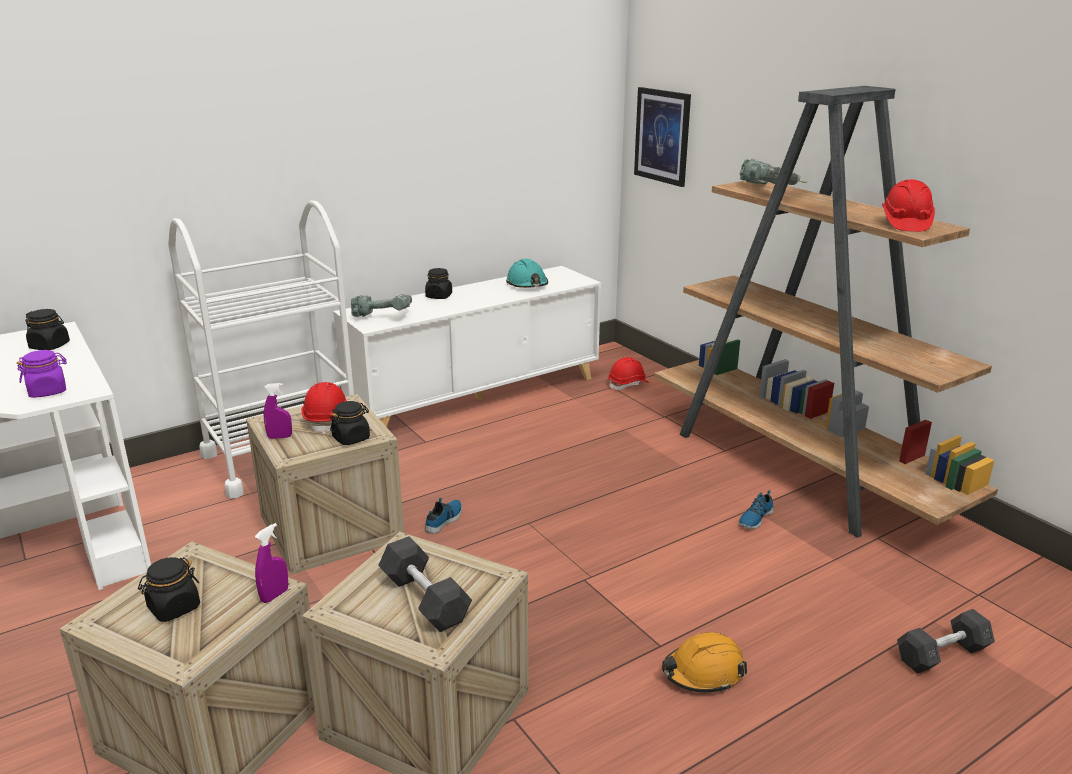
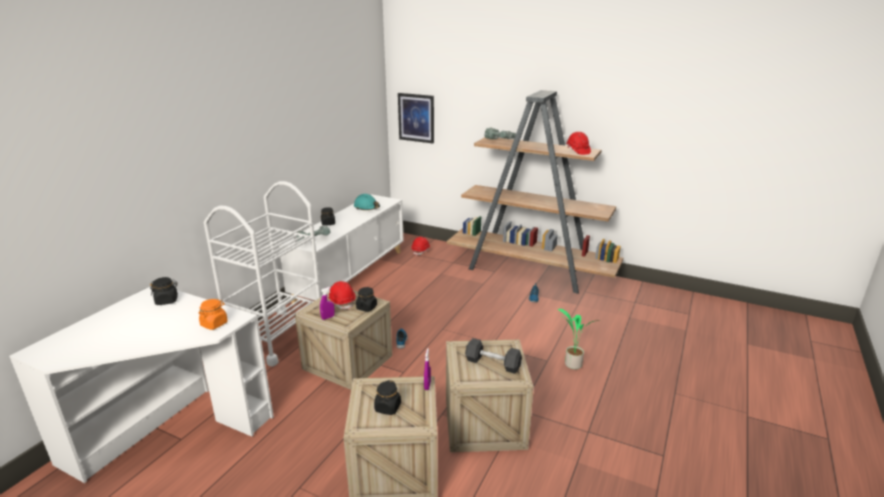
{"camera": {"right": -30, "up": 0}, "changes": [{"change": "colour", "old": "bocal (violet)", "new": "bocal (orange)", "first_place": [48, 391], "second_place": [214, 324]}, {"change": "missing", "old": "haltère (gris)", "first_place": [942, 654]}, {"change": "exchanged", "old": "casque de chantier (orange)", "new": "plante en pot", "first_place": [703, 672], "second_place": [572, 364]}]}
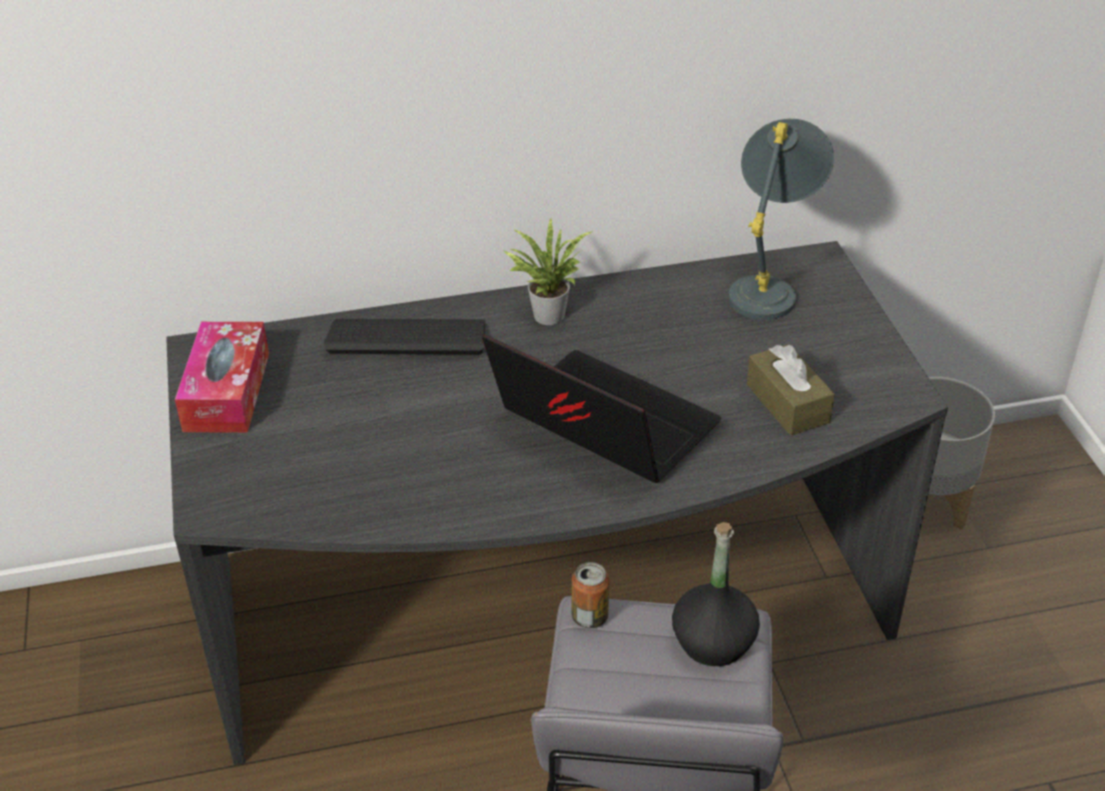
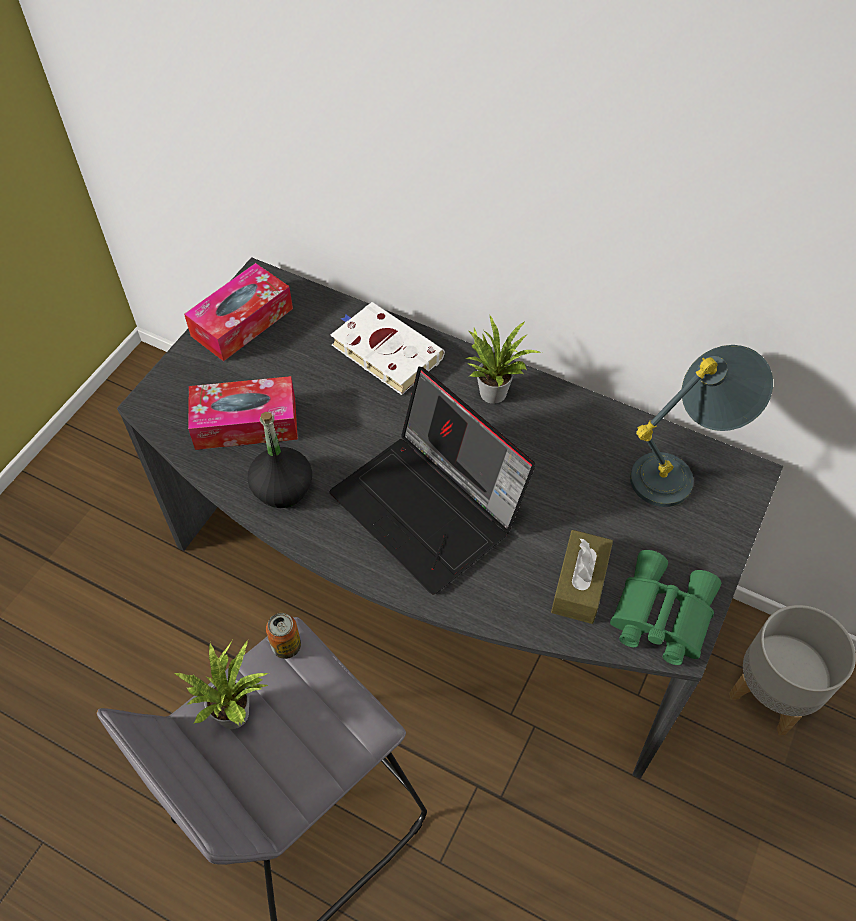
{"camera": {"right": 40, "up": 15}, "changes": [{"change": "exchanged", "old": "clavier", "new": "livre (blanc)", "first_place": [407, 338], "second_place": [384, 351]}, {"change": "spun", "old": "ordinateur portable", "first_place": [600, 426], "second_place": [430, 508], "degrees": 150}, {"change": "relocated", "old": "bouteille (noir)", "first_place": [713, 642], "second_place": [282, 488]}, {"change": "appeared", "new": "boîte à mouchoirs", "second_place": [246, 423]}, {"change": "appeared", "new": "jumelles (vert)", "second_place": [659, 615]}, {"change": "appeared", "new": "plante en pot", "second_place": [237, 710]}]}
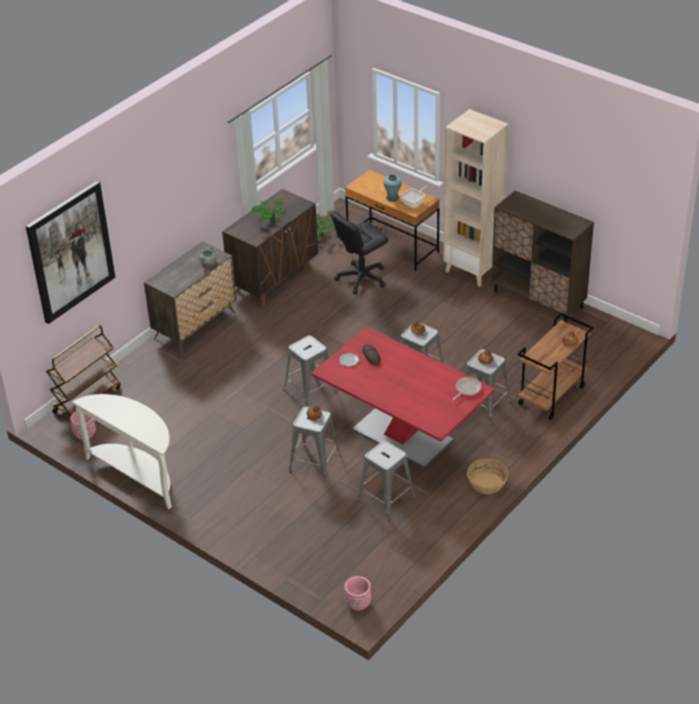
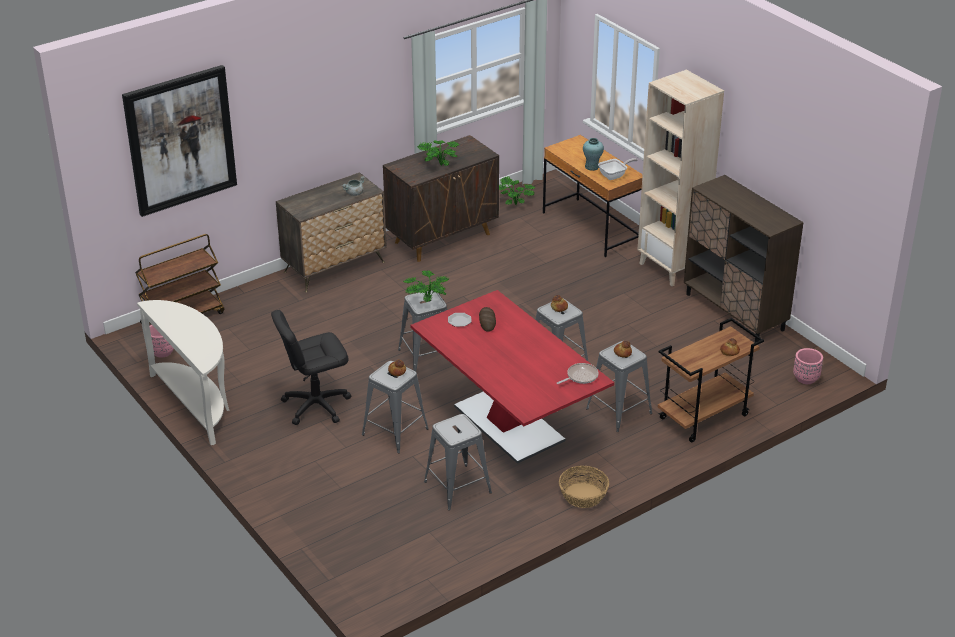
{"camera": {"right": 15, "up": -5}, "changes": [{"change": "relocated", "old": "chaise de bureau (noir)", "first_place": [361, 278], "second_place": [316, 405]}, {"change": "relocated", "old": "cache-pot (rose)", "first_place": [358, 604], "second_place": [805, 378]}, {"change": "appeared", "new": "plante en pot", "second_place": [426, 301]}]}
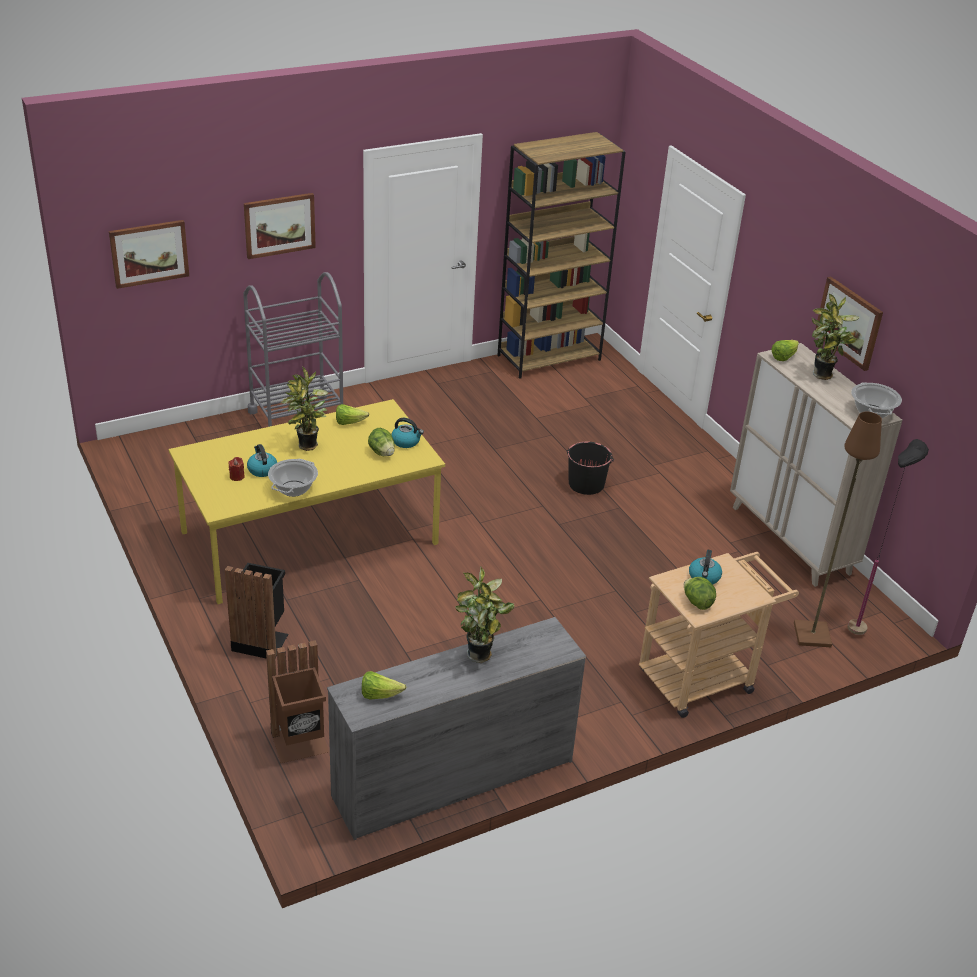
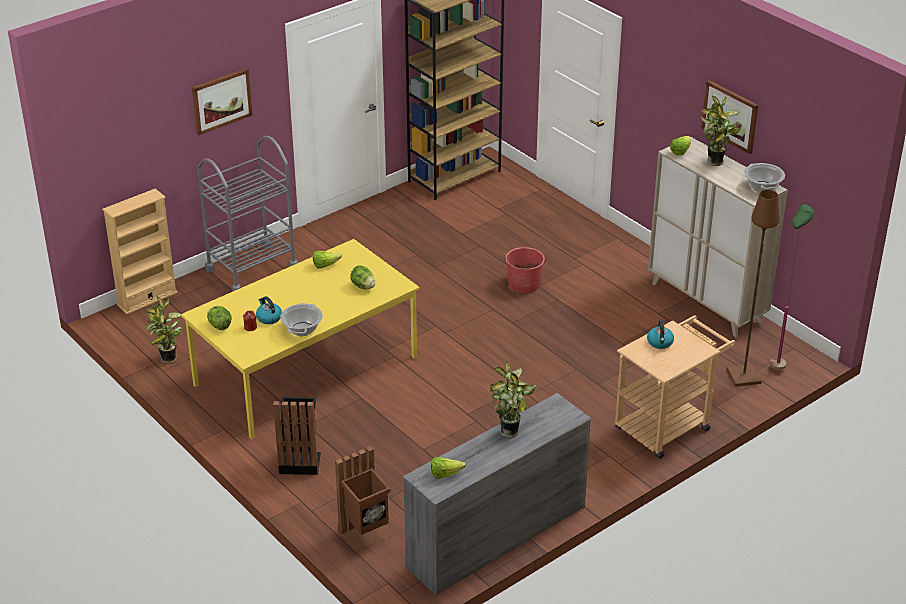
{"camera": {"right": -10, "up": 0}, "changes": [{"change": "missing", "old": "tableau", "first_place": [149, 253]}, {"change": "relocated", "old": "plante en pot", "first_place": [307, 447], "second_place": [168, 360]}, {"change": "missing", "old": "bouilloire", "first_place": [406, 441]}, {"change": "colour", "old": "lampadaire (noir)", "new": "lampadaire (vert)", "first_place": [861, 623], "second_place": [780, 360]}, {"change": "colour", "old": "seau (noir)", "new": "seau (rouge)", "first_place": [586, 484], "second_place": [524, 284]}, {"change": "relocated", "old": "laitue", "first_place": [697, 602], "second_place": [219, 326]}, {"change": "appeared", "new": "bibliothèque (beige)", "second_place": [147, 299]}]}
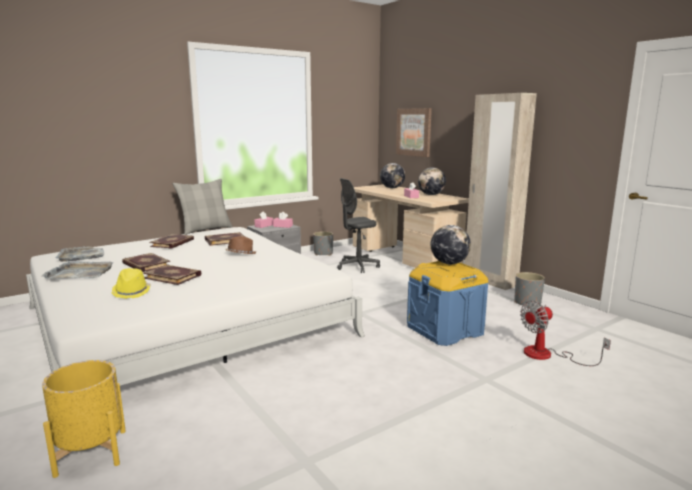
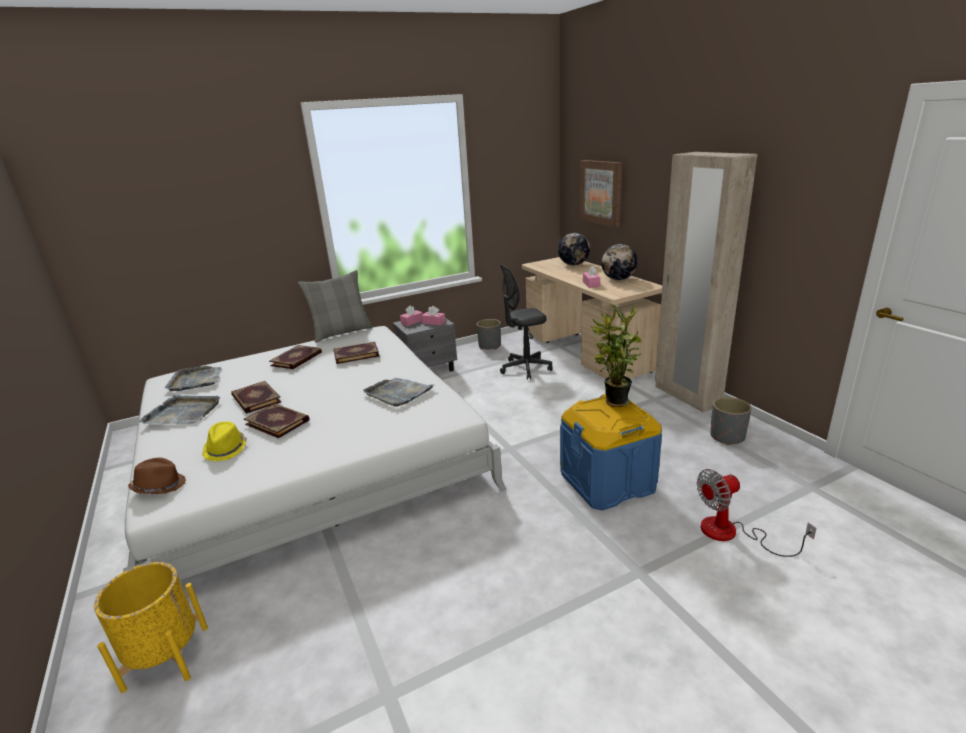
{"camera": {"right": 10, "up": 10}, "changes": [{"change": "exchanged", "old": "globe", "new": "plante en pot", "first_place": [449, 263], "second_place": [614, 402]}, {"change": "relocated", "old": "chapeau (marron)", "first_place": [240, 254], "second_place": [160, 486]}, {"change": "appeared", "new": "plateau (gris)", "second_place": [398, 393]}]}
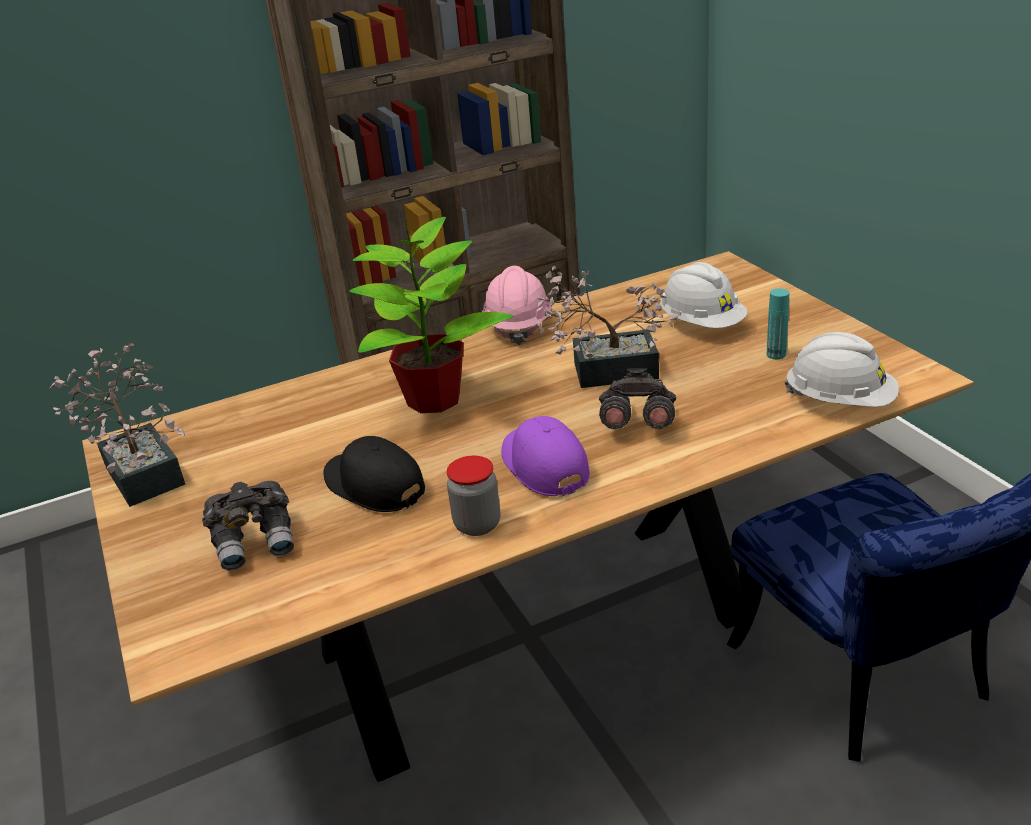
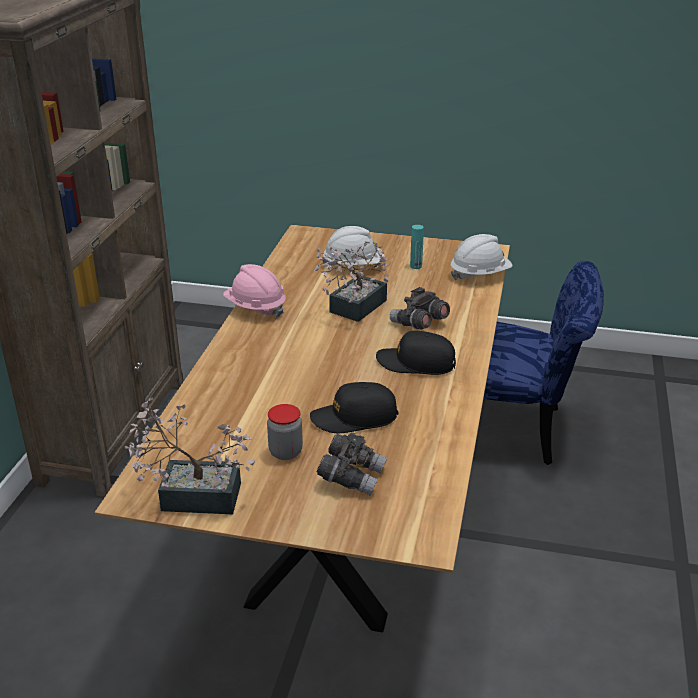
{"camera": {"right": -55, "up": 0}, "changes": [{"change": "missing", "old": "plante en pot", "first_place": [435, 398]}, {"change": "colour", "old": "casquette (violet)", "new": "casquette (noir)", "first_place": [543, 465], "second_place": [416, 363]}, {"change": "relocated", "old": "bocal", "first_place": [477, 524], "second_place": [285, 452]}]}
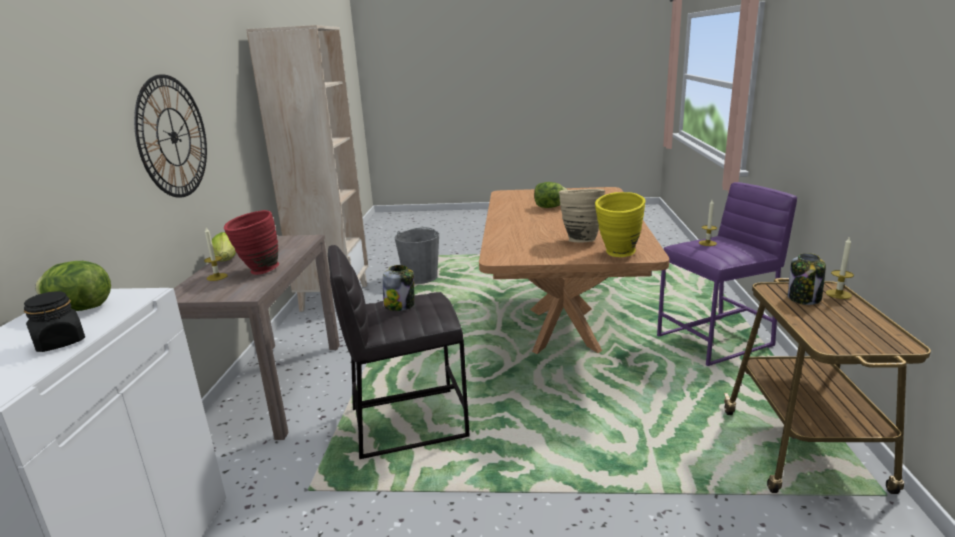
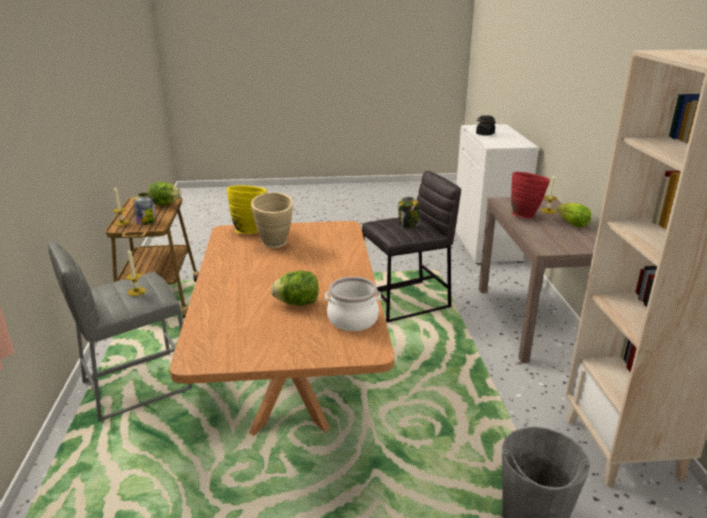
{"camera": {"right": 170, "up": 5}, "changes": [{"change": "missing", "old": "horloge murale", "first_place": [173, 137]}, {"change": "colour", "old": "tabouret (violet)", "new": "tabouret (gris)", "first_place": [716, 341], "second_place": [135, 385]}, {"change": "relocated", "old": "laitue", "first_place": [80, 308], "second_place": [165, 204]}, {"change": "appeared", "new": "marmite", "second_place": [352, 319]}]}
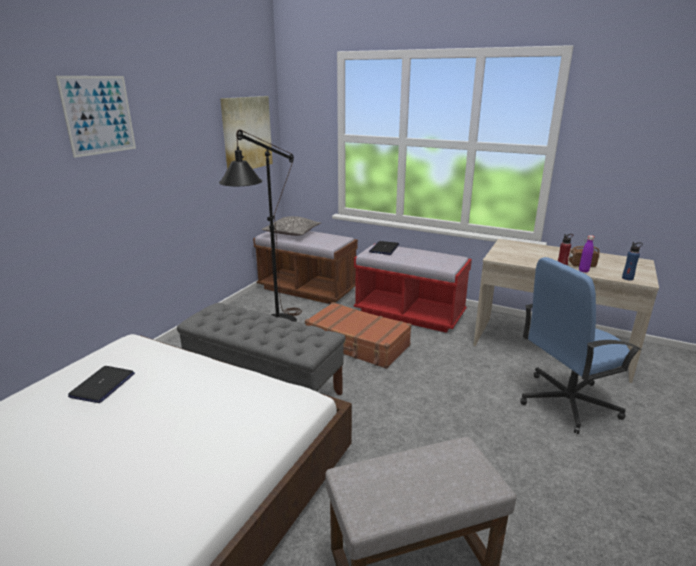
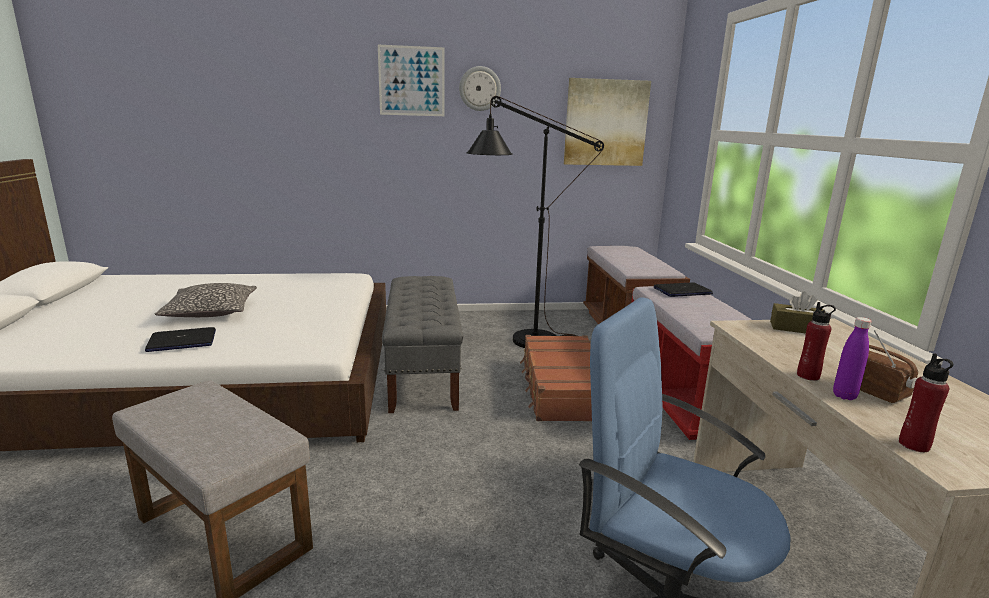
{"camera": {"right": 55, "up": -5}, "changes": [{"change": "relocated", "old": "coussin", "first_place": [292, 233], "second_place": [211, 312]}, {"change": "colour", "old": "bouteille (bleu)", "new": "bouteille (rouge)", "first_place": [627, 278], "second_place": [914, 445]}, {"change": "relocated", "old": "ordinateur portable", "first_place": [102, 385], "second_place": [181, 341]}, {"change": "appeared", "new": "horloge murale", "second_place": [480, 88]}, {"change": "appeared", "new": "boîte à mouchoirs (marron)", "second_place": [796, 328]}]}
